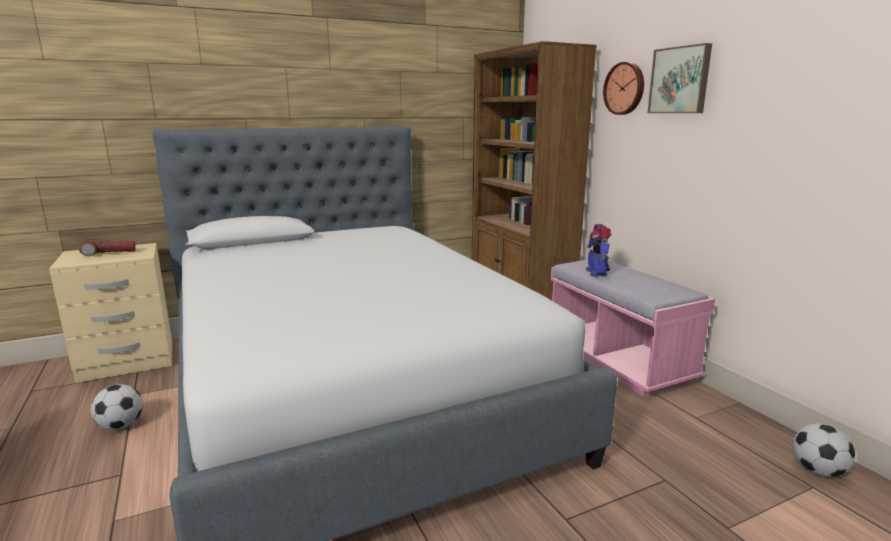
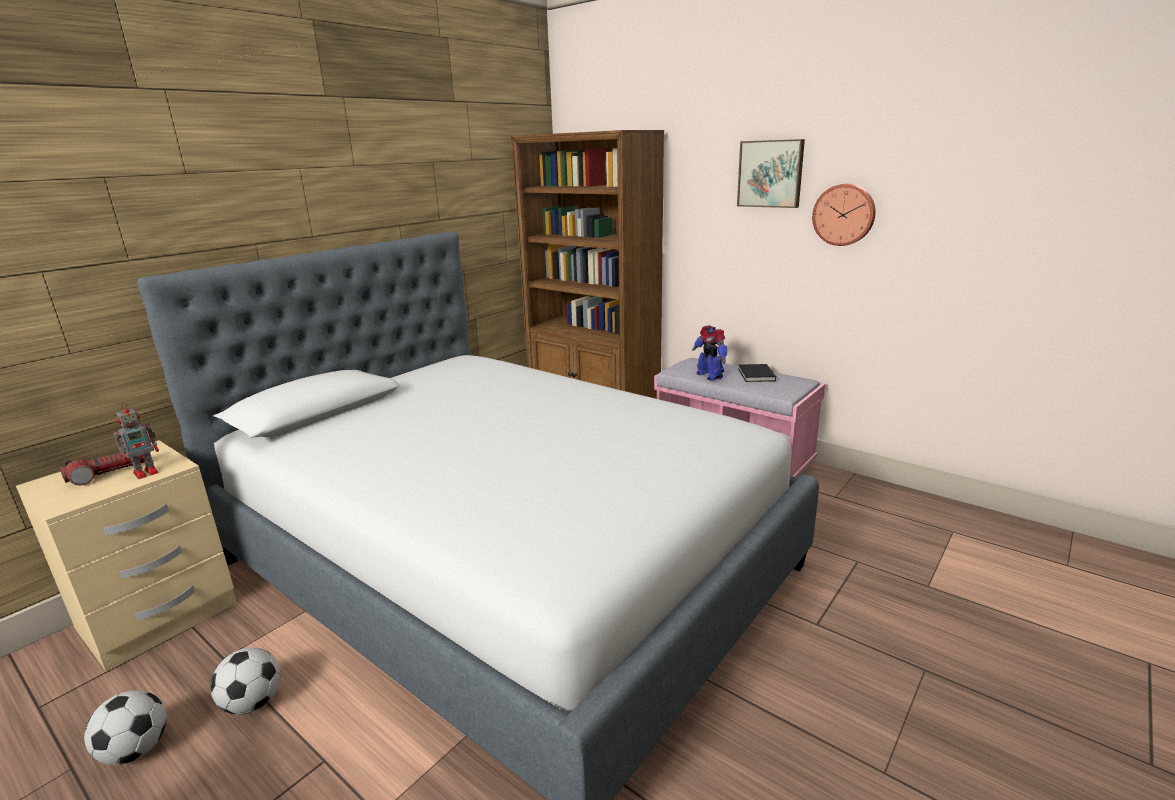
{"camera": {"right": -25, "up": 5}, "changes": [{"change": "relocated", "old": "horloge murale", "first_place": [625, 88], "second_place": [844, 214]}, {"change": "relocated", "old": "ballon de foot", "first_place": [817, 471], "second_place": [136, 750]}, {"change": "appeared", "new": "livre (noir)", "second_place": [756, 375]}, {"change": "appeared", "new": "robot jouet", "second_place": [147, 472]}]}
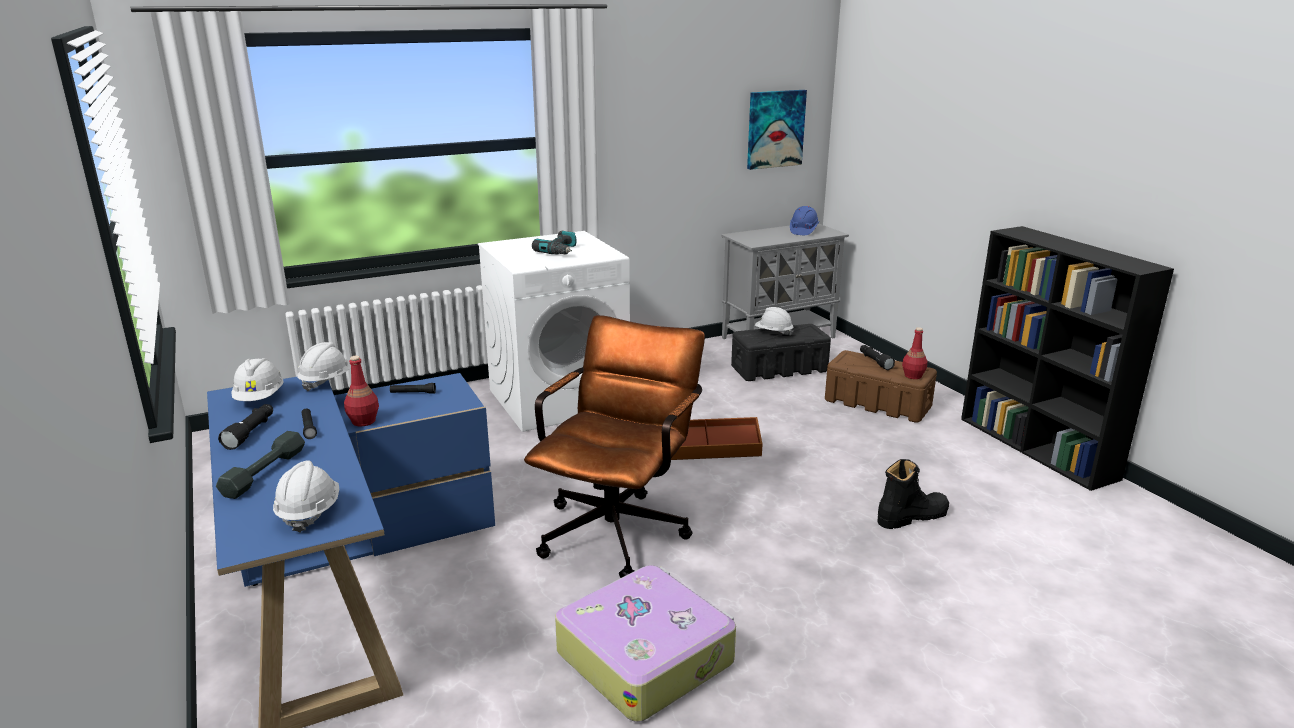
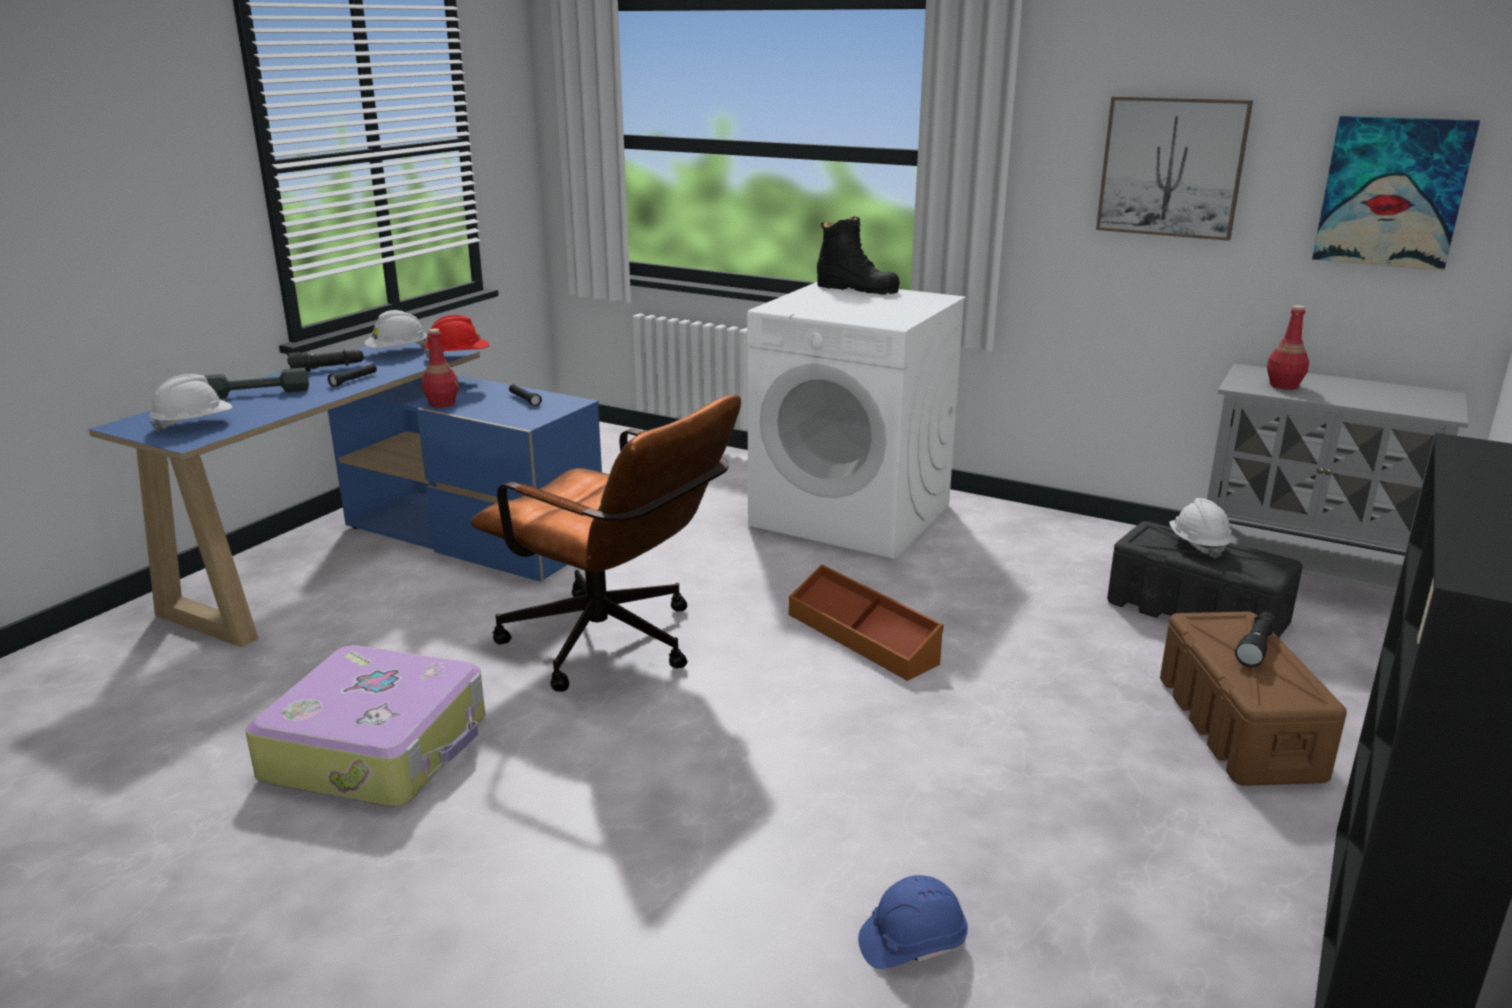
{"camera": {"right": 55, "up": 0}, "changes": [{"change": "relocated", "old": "casque de chantier (bleu)", "first_place": [803, 231], "second_place": [912, 943]}, {"change": "missing", "old": "perceuse", "first_place": [560, 251]}, {"change": "spun", "old": "chaise de bureau (marron)", "first_place": [619, 527], "second_place": [615, 646], "degrees": 45}, {"change": "relocated", "old": "bouteille (rouge)", "first_place": [912, 376], "second_place": [1283, 385]}, {"change": "colour", "old": "casque de chantier (blanc)", "new": "casque de chantier (rouge)", "first_place": [327, 381], "second_place": [458, 357]}, {"change": "relocated", "old": "botte (noir)", "first_place": [911, 516], "second_place": [857, 289]}, {"change": "appeared", "new": "tableau", "second_place": [1171, 167]}]}
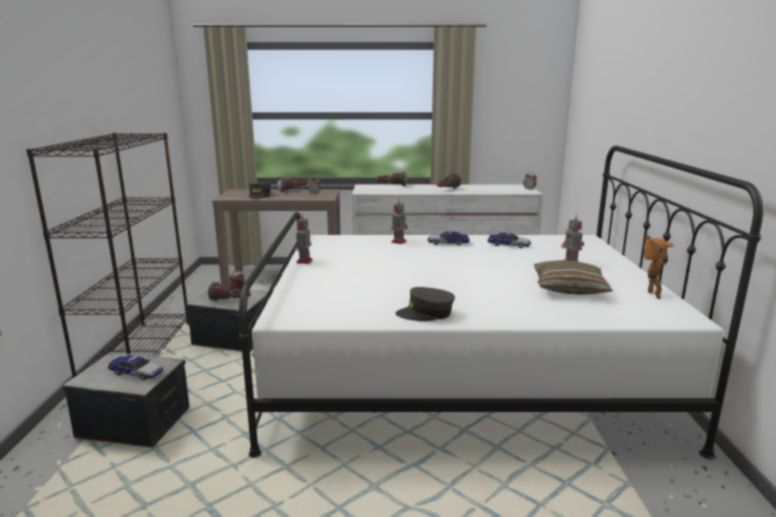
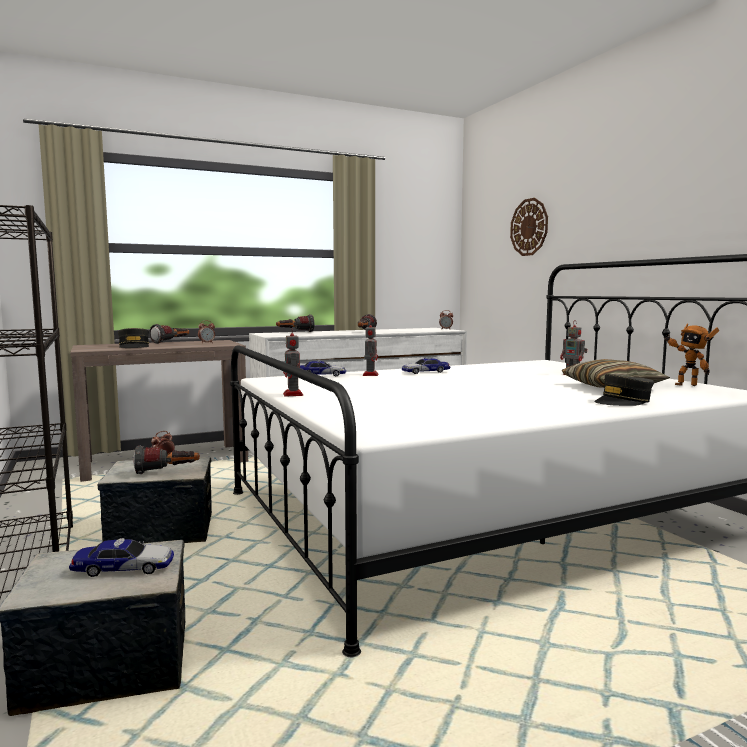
{"camera": {"right": -25, "up": -10}, "changes": [{"change": "relocated", "old": "petite voiture", "first_place": [508, 245], "second_place": [320, 375]}, {"change": "spun", "old": "robot jouet", "first_place": [651, 295], "second_place": [685, 385], "degrees": 150}, {"change": "relocated", "old": "casquette (gris)", "first_place": [425, 314], "second_place": [623, 402]}, {"change": "appeared", "new": "horloge murale", "second_place": [529, 227]}]}
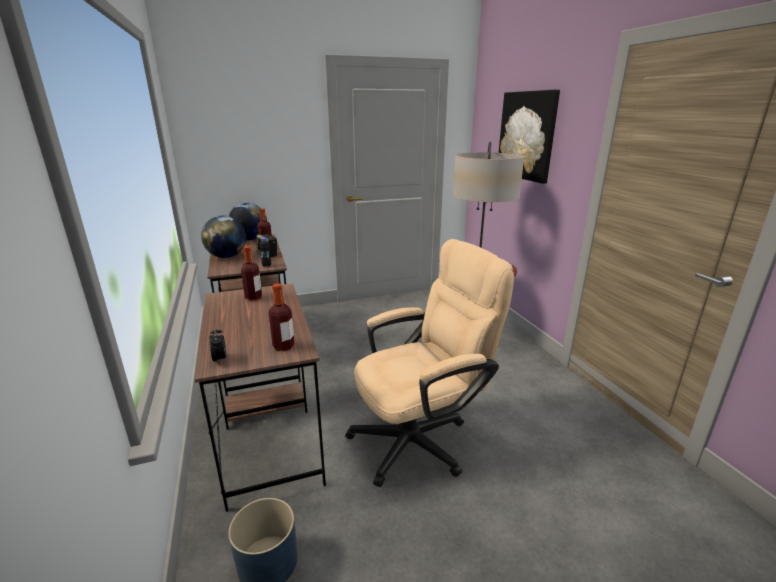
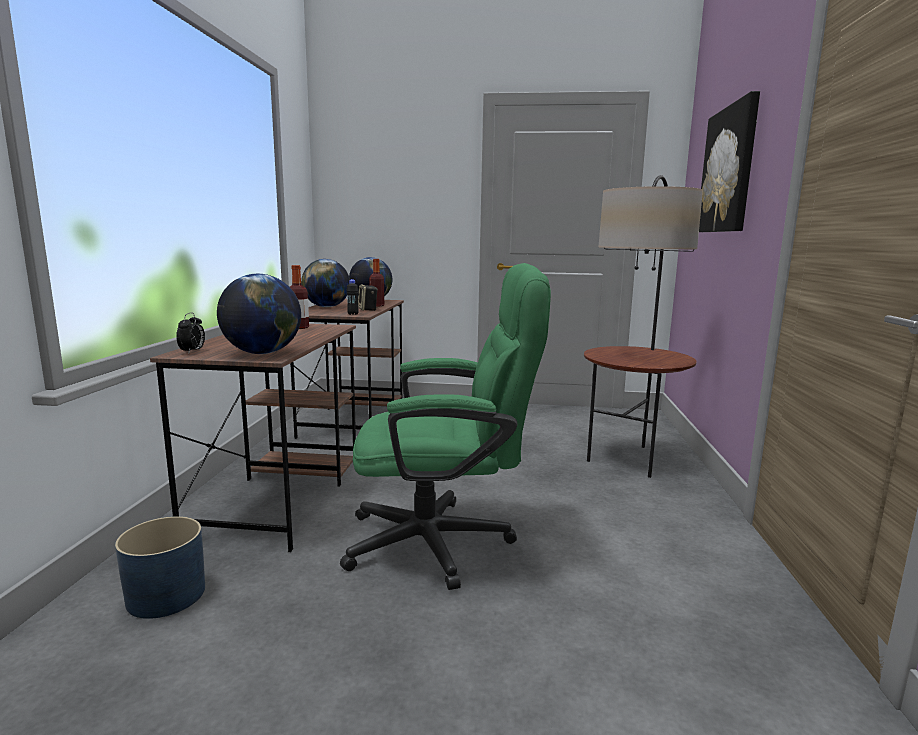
{"camera": {"right": 25, "up": -10}, "changes": [{"change": "colour", "old": "chaise de bureau (beige)", "new": "chaise de bureau (vert)", "first_place": [421, 438], "second_place": [445, 542]}, {"change": "exchanged", "old": "bouteille", "new": "globe", "first_place": [283, 346], "second_place": [262, 353]}]}
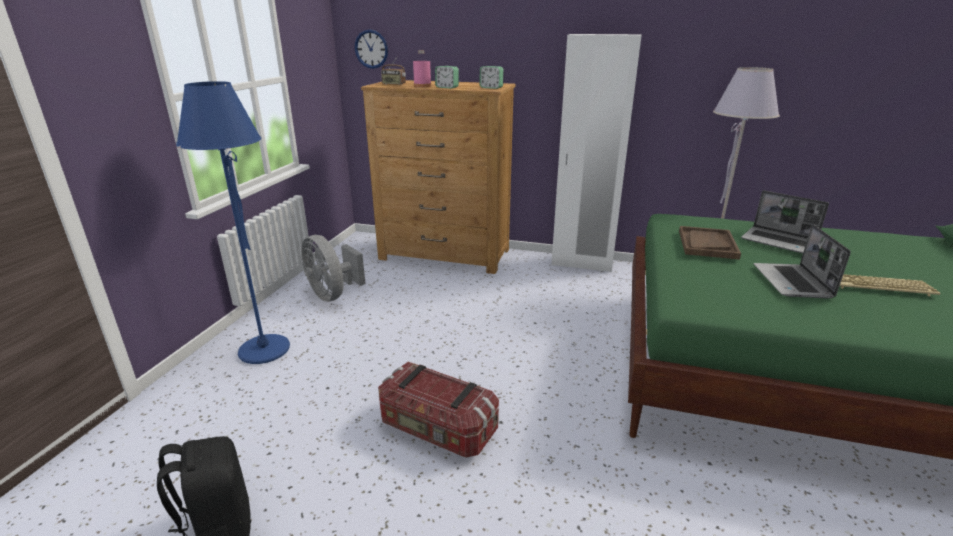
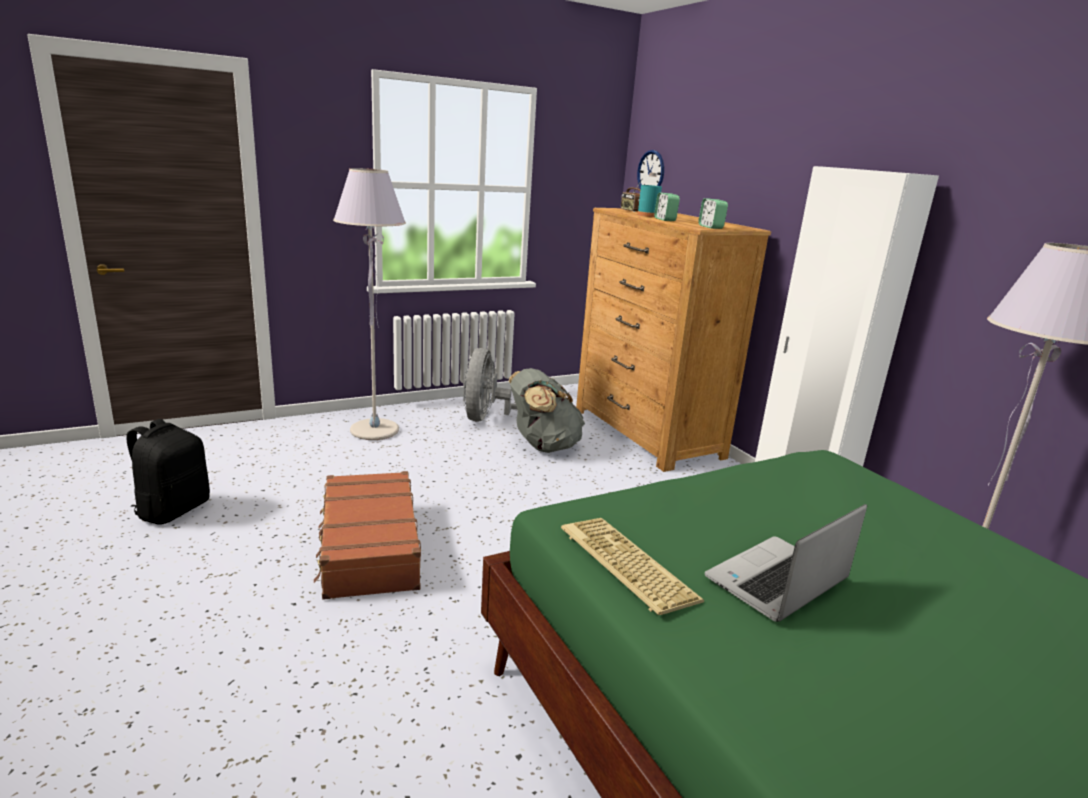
{"camera": {"right": 45, "up": -5}, "changes": [{"change": "colour", "old": "bouteille (rose)", "new": "bouteille (turquoise)", "first_place": [422, 86], "second_place": [647, 215]}, {"change": "colour", "old": "lampadaire (bleu)", "new": "lampadaire (gris)", "first_place": [264, 350], "second_place": [375, 431]}, {"change": "missing", "old": "ordinateur portable", "first_place": [779, 241]}, {"change": "missing", "old": "plateau (marron)", "first_place": [707, 244]}, {"change": "relocated", "old": "clavier", "first_place": [876, 286], "second_place": [624, 564]}, {"change": "exchanged", "old": "boîte de rangement", "new": "valise (marron)", "first_place": [437, 429], "second_place": [368, 547]}, {"change": "appeared", "new": "sac à dos (gris)", "second_place": [543, 446]}]}
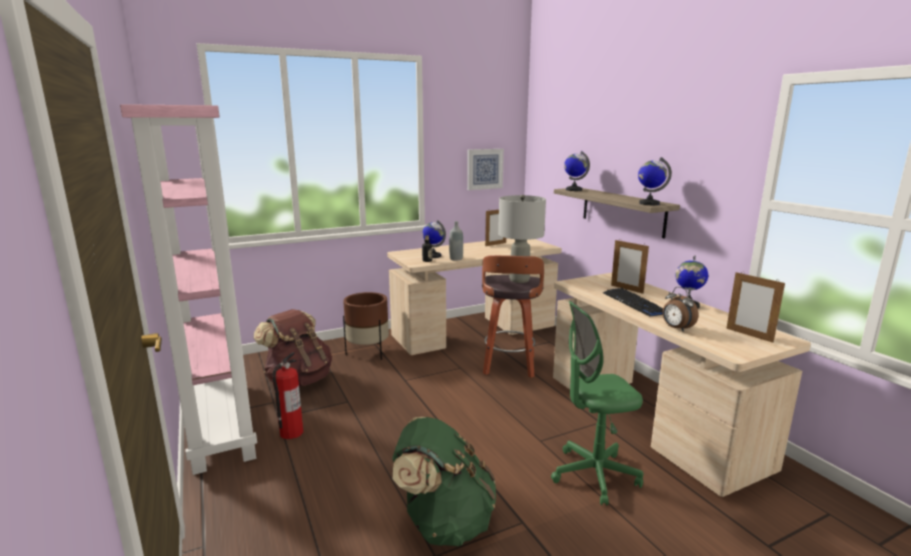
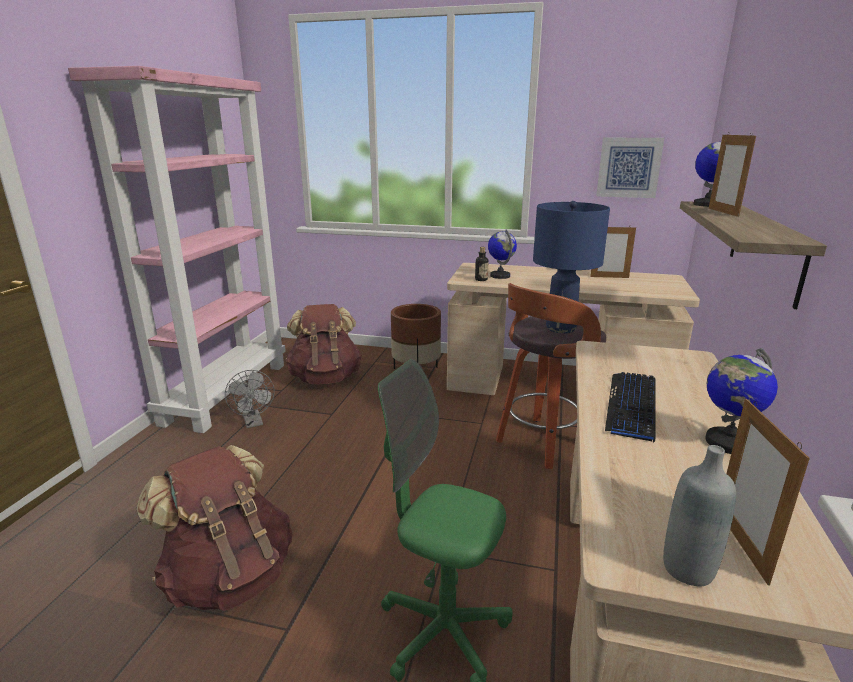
{"camera": {"right": 40, "up": 5}, "changes": [{"change": "missing", "old": "globe", "first_place": [649, 203]}, {"change": "colour", "old": "lampe de table (gris)", "new": "lampe de table (bleu)", "first_place": [519, 280], "second_place": [560, 328]}, {"change": "relocated", "old": "bouteille (gris)", "first_place": [456, 259], "second_place": [688, 569]}, {"change": "relocated", "old": "cadre photo", "first_place": [627, 289], "second_place": [723, 212]}, {"change": "missing", "old": "réveil", "first_place": [676, 328]}, {"change": "exchanged", "old": "extincteur", "new": "ventilateur (gris)", "first_place": [291, 432], "second_place": [254, 423]}, {"change": "colour", "old": "sac à dos (vert)", "new": "sac à dos (marron)", "first_place": [444, 522], "second_place": [229, 576]}]}
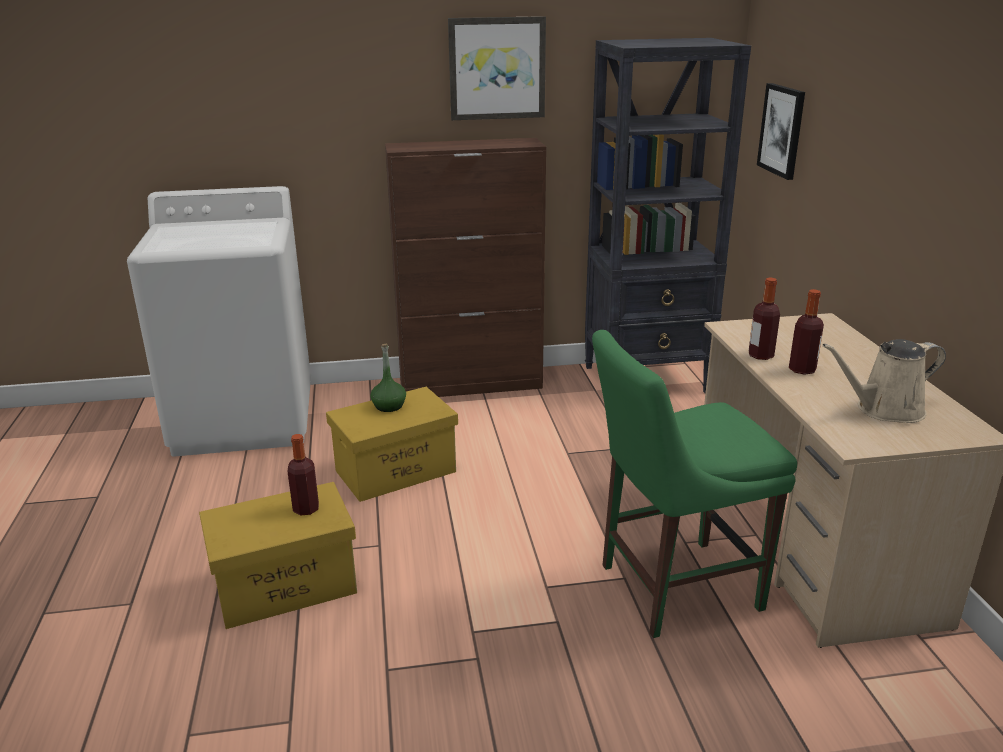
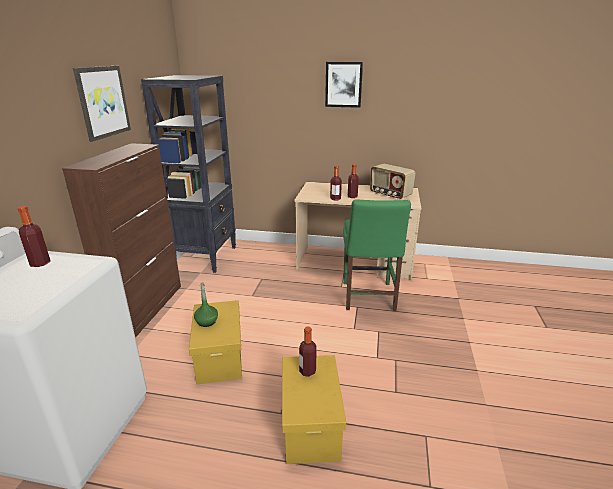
{"camera": {"right": -70, "up": 0}, "changes": [{"change": "relocated", "old": "tableau", "first_place": [782, 130], "second_place": [343, 84]}, {"change": "exchanged", "old": "arrosoir (beige)", "new": "radio", "first_place": [884, 410], "second_place": [390, 195]}, {"change": "appeared", "new": "bouteille", "second_place": [40, 263]}]}
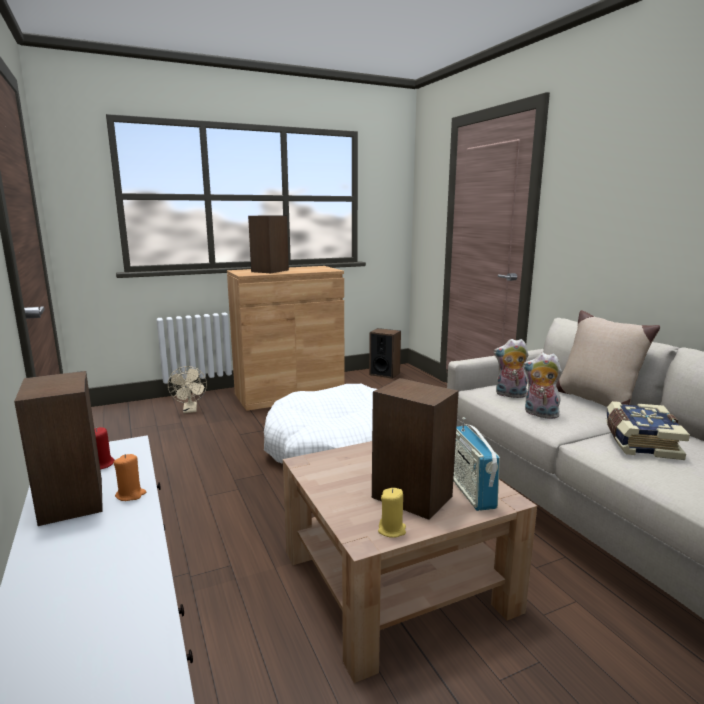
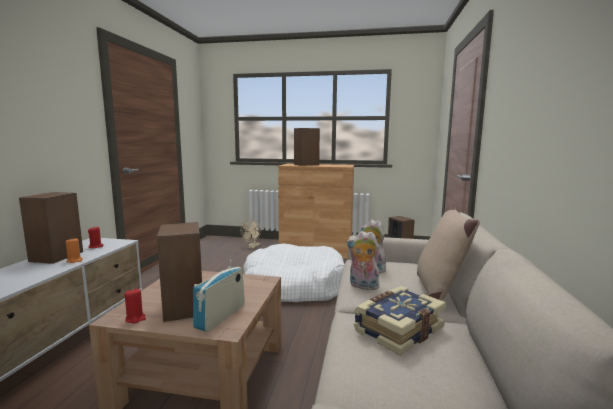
{"camera": {"right": 35, "up": -5}, "changes": [{"change": "spun", "old": "peluche", "first_place": [539, 414], "second_place": [362, 286], "degrees": -45}, {"change": "colour", "old": "bougie (jaune)", "new": "bougie (rouge)", "first_place": [392, 530], "second_place": [135, 319]}]}
